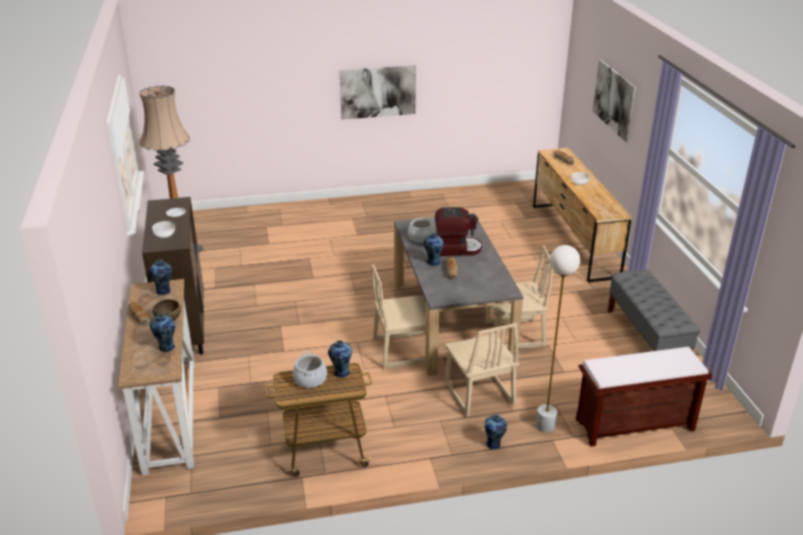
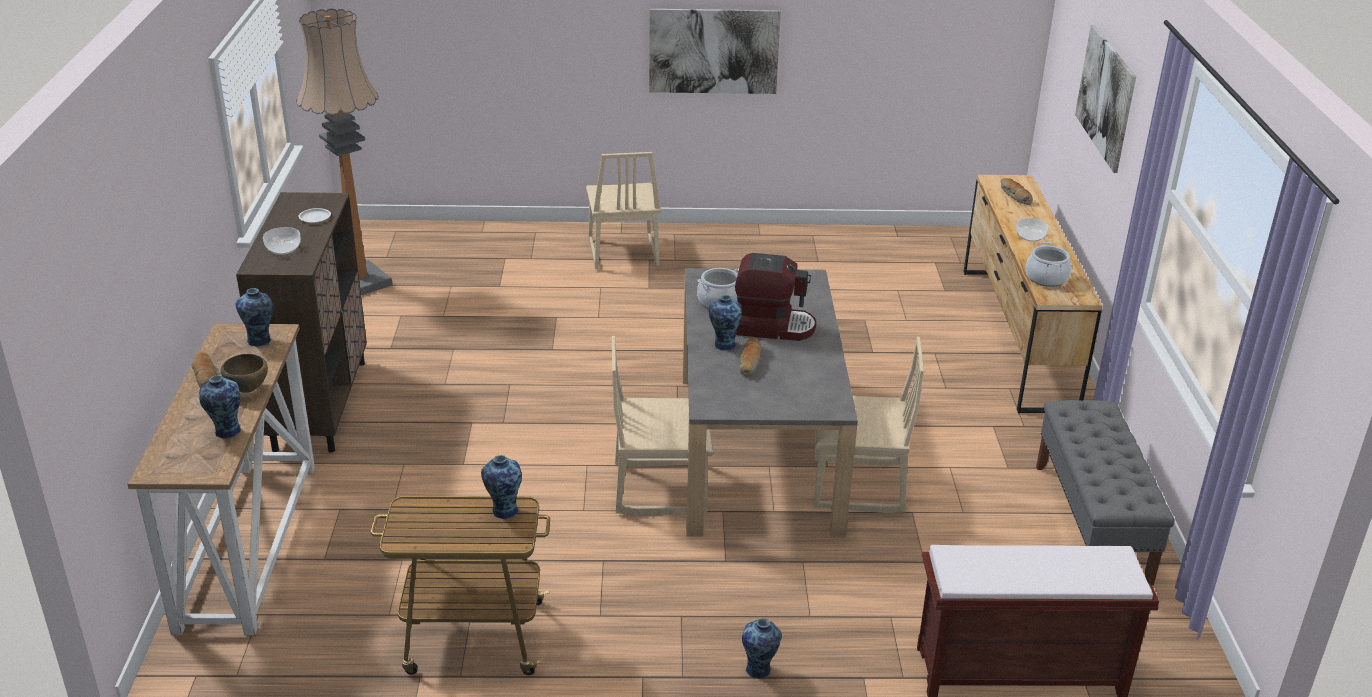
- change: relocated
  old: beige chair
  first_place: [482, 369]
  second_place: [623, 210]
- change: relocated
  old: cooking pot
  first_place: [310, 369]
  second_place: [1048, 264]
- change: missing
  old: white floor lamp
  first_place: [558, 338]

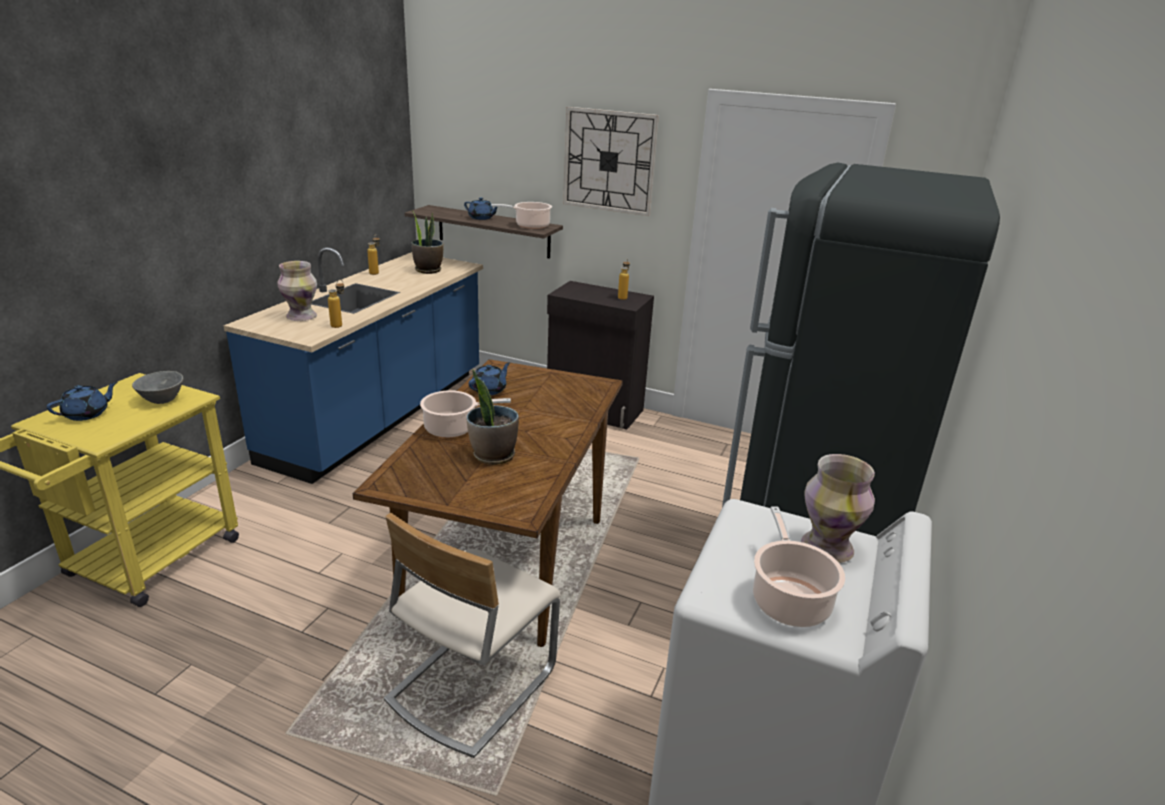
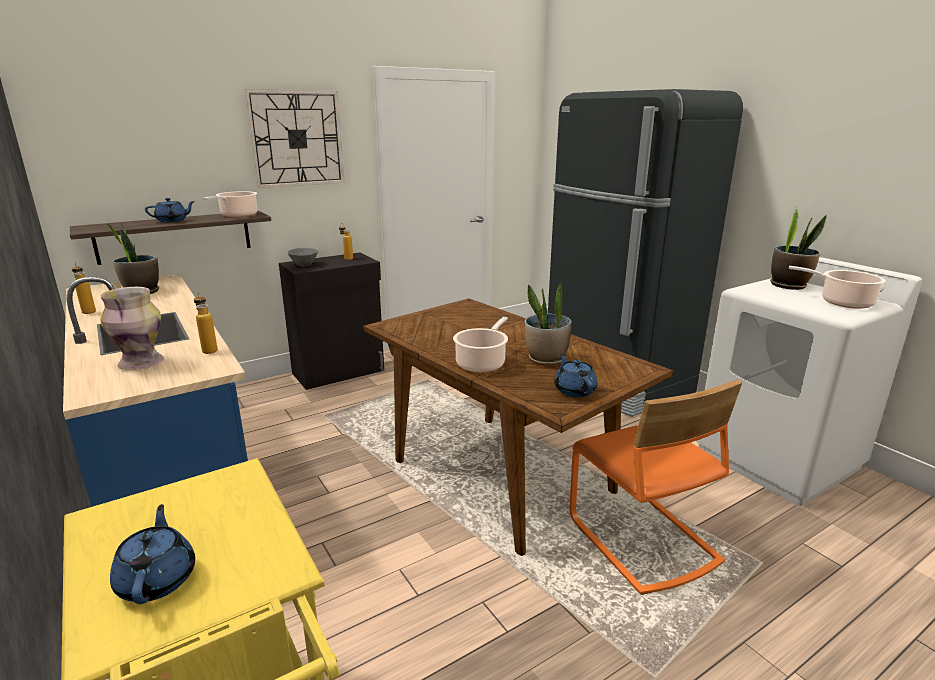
- change: relocated
  old: grey bowl
  first_place: [157, 387]
  second_place: [302, 257]
- change: relocated
  old: blue teapot
  first_place: [489, 378]
  second_place: [575, 375]
- change: colour
  old: beige chair
  new: orange chair
  first_place: [472, 635]
  second_place: [656, 487]
- change: exchanged
  old: vase
  new: potted plant
  first_place: [838, 508]
  second_place: [798, 248]

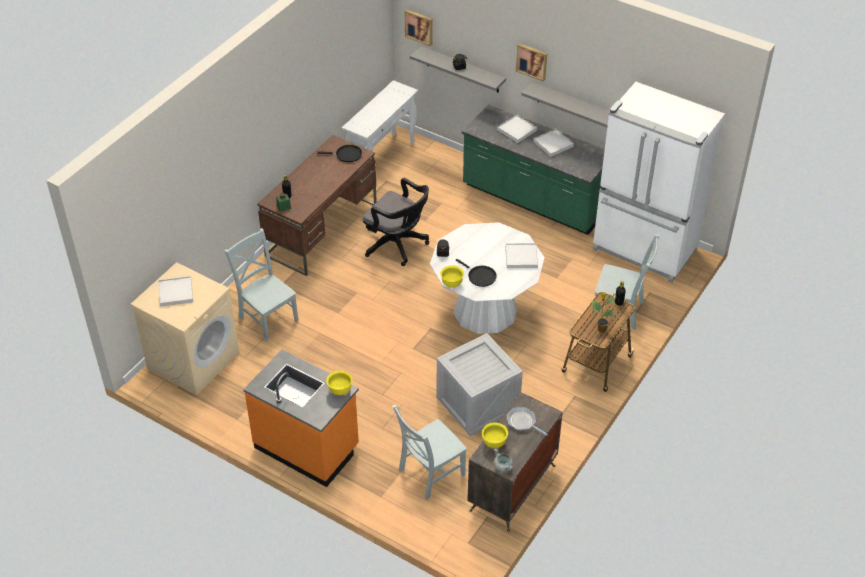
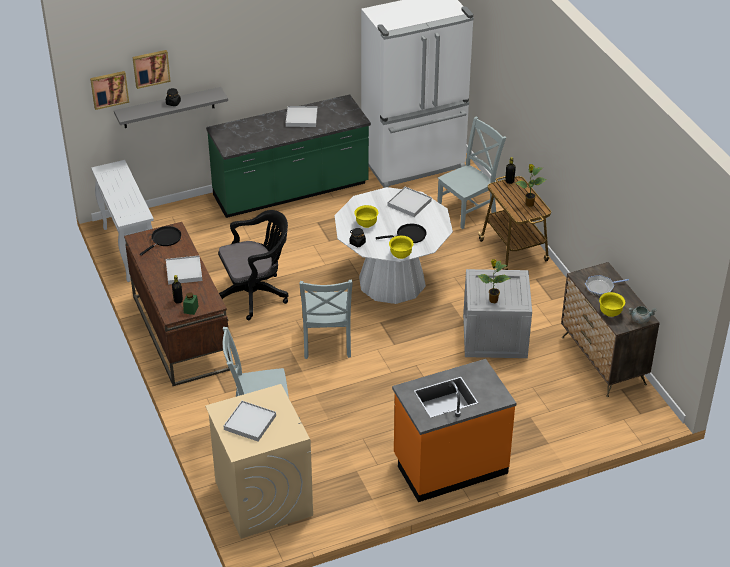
- change: relocated
  old: picture
  first_place: [531, 62]
  second_place: [151, 69]
- change: relocated
  old: white tray
  first_place: [517, 129]
  second_place: [184, 270]
- change: relocated
  old: grey chair
  first_place: [429, 452]
  second_place: [326, 319]
- change: relocated
  old: yellow bowl
  first_place: [339, 382]
  second_place: [366, 216]
- change: appeared
  new: potted plant
  second_place: [494, 281]
- change: missing
  old: grey shelf
  first_place: [565, 104]

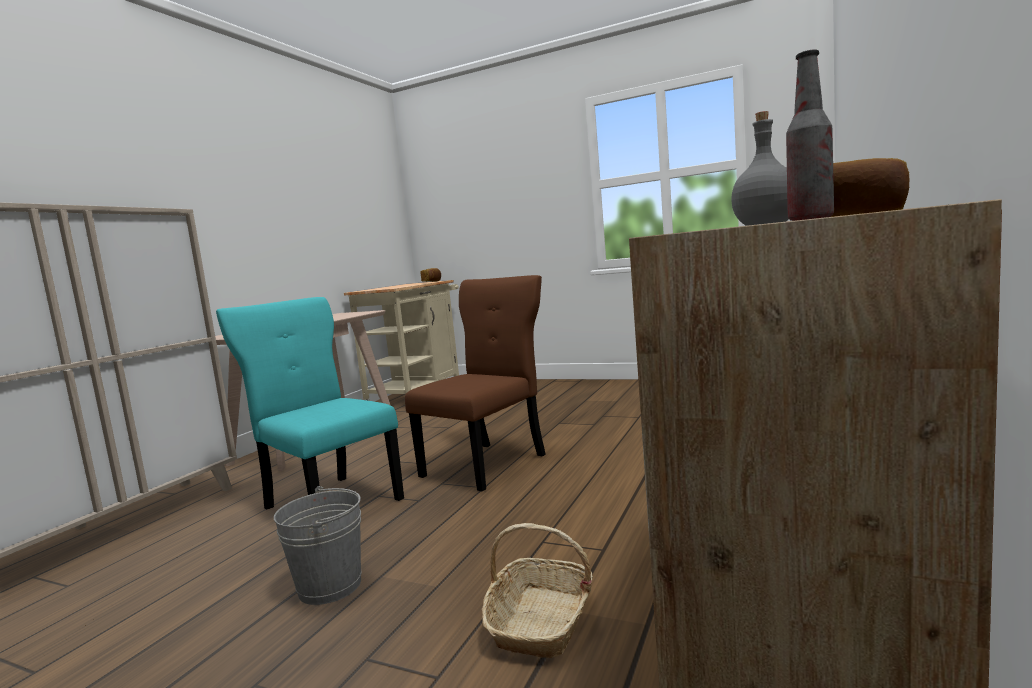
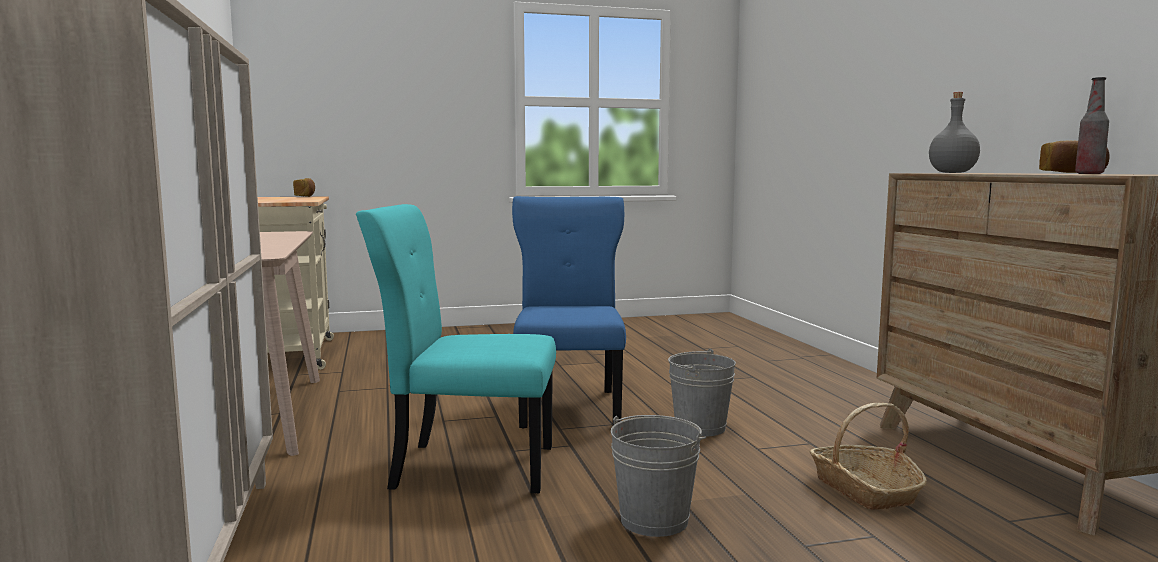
- change: colour
  old: brown chair
  new: blue chair
  first_place: [475, 383]
  second_place: [569, 312]
- change: appeared
  new: grey bucket
  second_place: [702, 393]

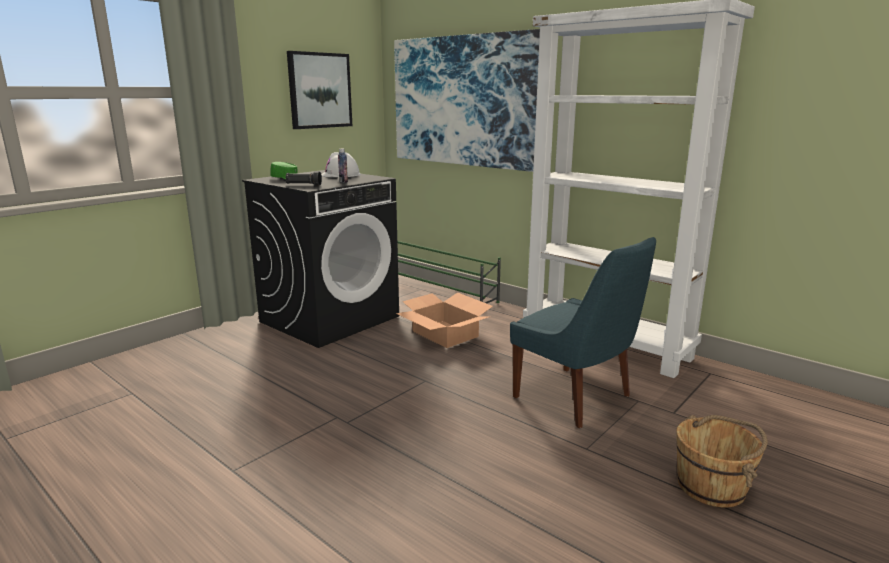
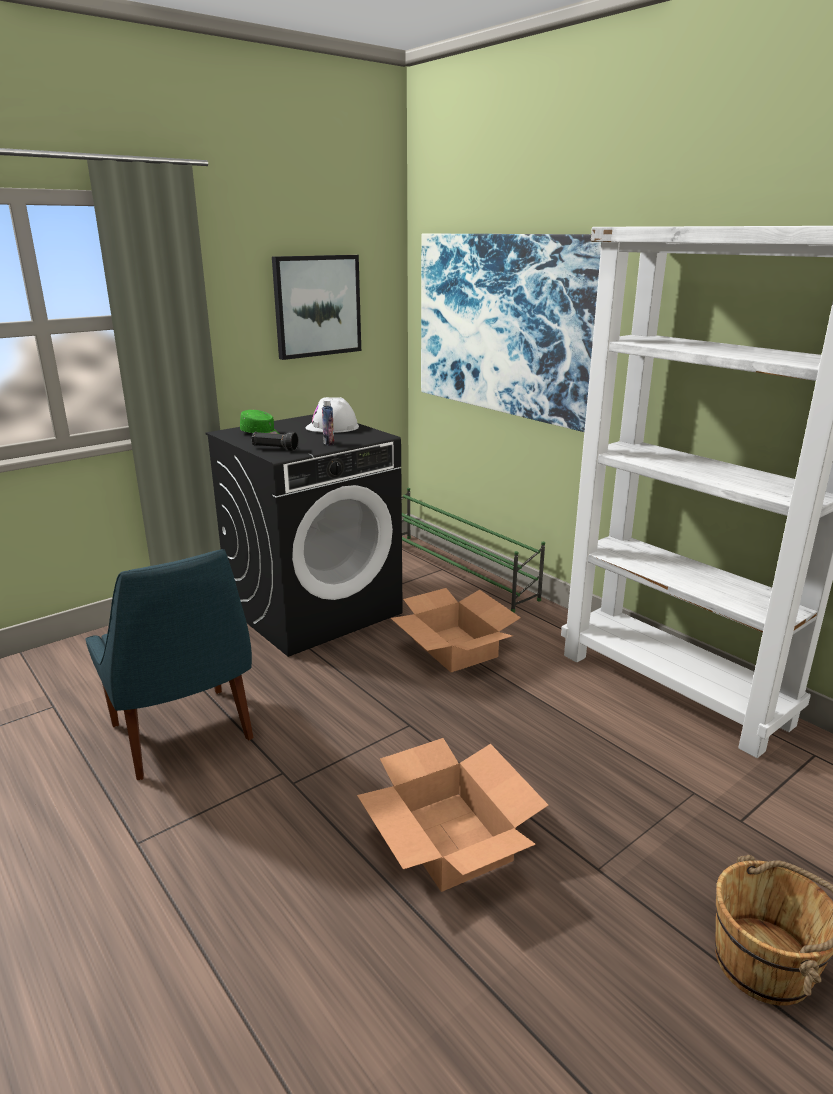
- change: relocated
  old: blue chair
  first_place: [583, 332]
  second_place: [169, 664]
- change: appeared
  new: cardboard box
  second_place: [452, 815]

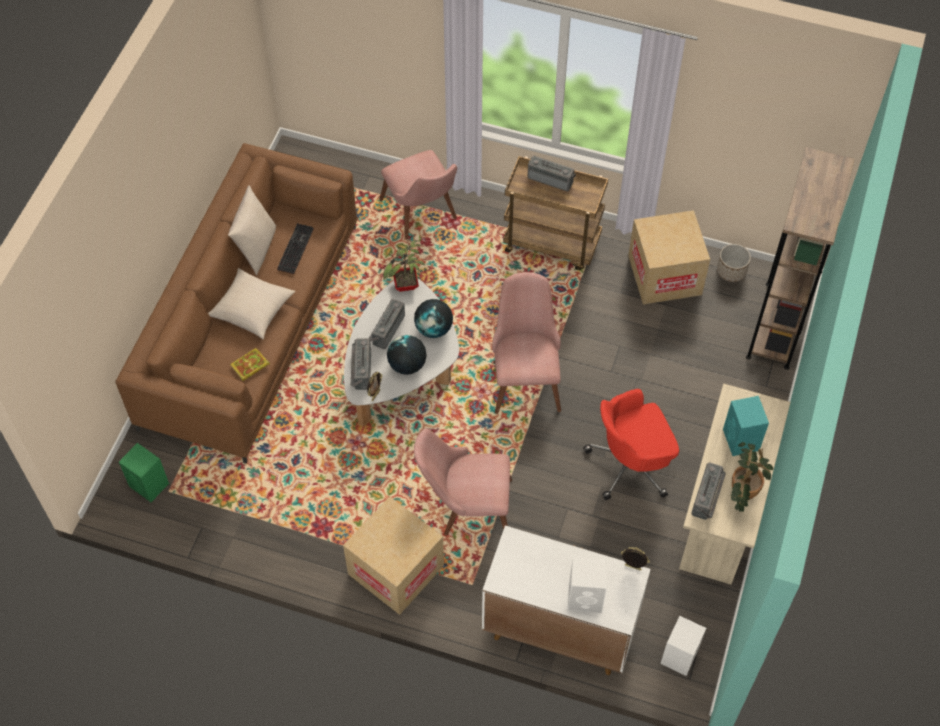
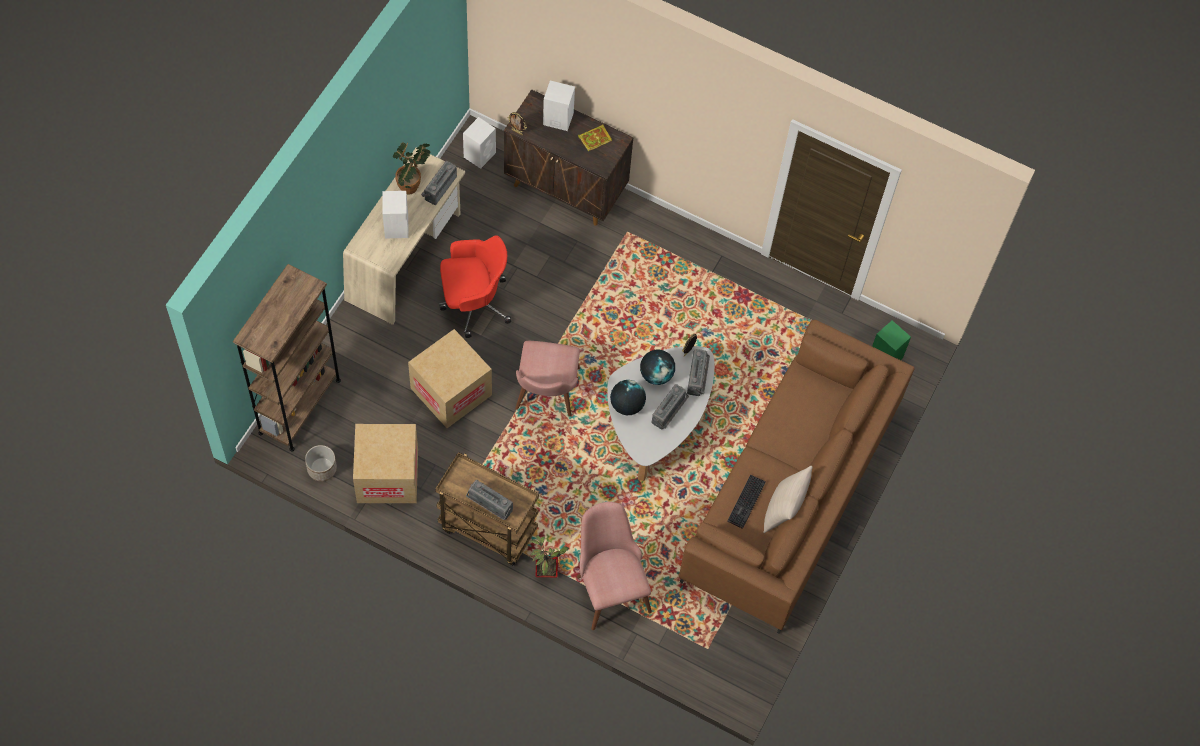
- change: colour
  old: turquoise speaker
  new: white speaker
  first_place: [746, 426]
  second_place: [395, 214]
- change: relocated
  old: cardboard box
  first_place: [393, 555]
  second_place: [450, 378]
- change: colour
  old: white cabinet
  new: brown cabinet
  first_place: [566, 600]
  second_place: [569, 157]
- change: relocated
  old: potted plant
  first_place: [404, 266]
  second_place: [549, 556]
- change: relocated
  old: book
  first_place: [250, 364]
  second_place: [595, 137]
- change: missing
  old: beige pillow
  first_place: [251, 303]
- change: missing
  old: pink chair
  first_place: [463, 482]

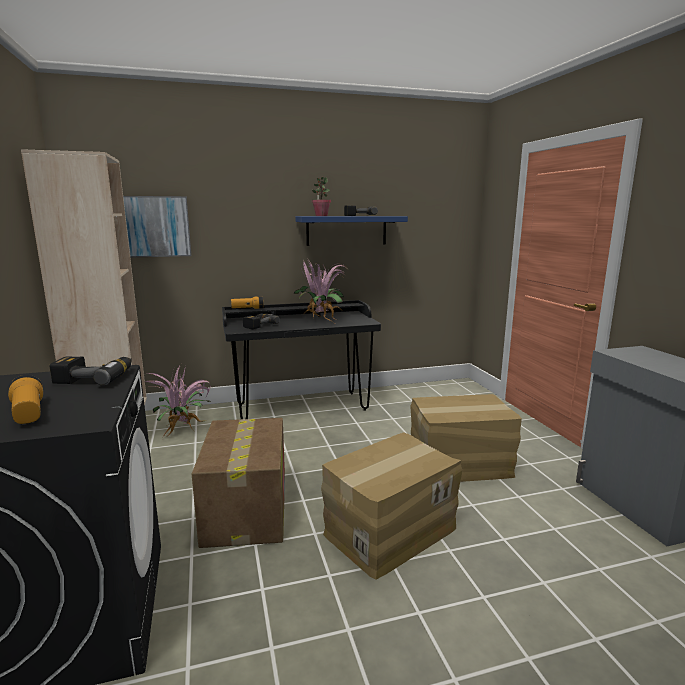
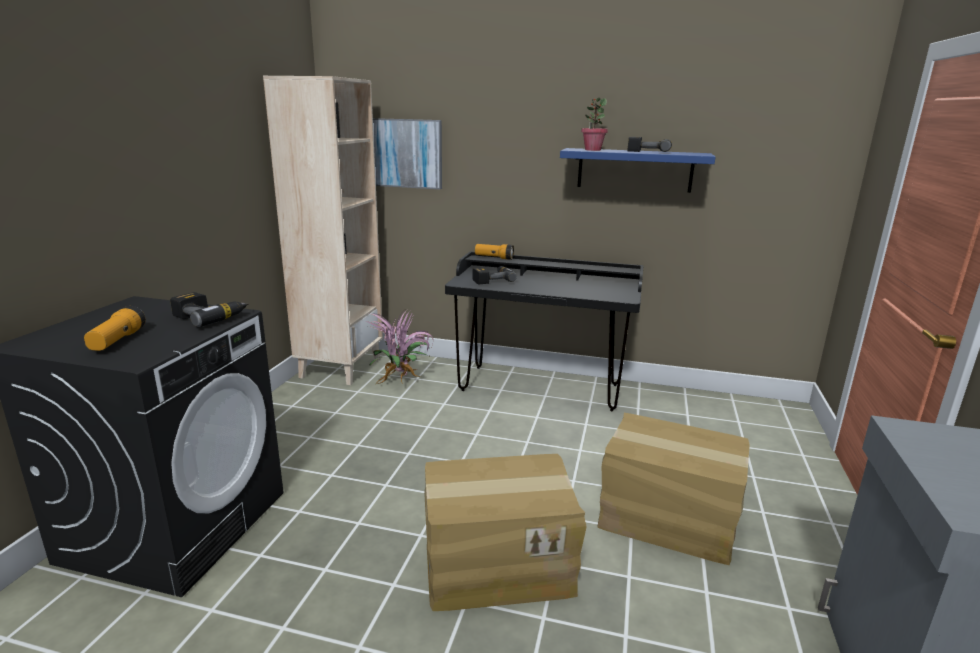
- change: missing
  old: cardboard box
  first_place: [238, 483]
- change: missing
  old: potted plant
  first_place: [320, 291]

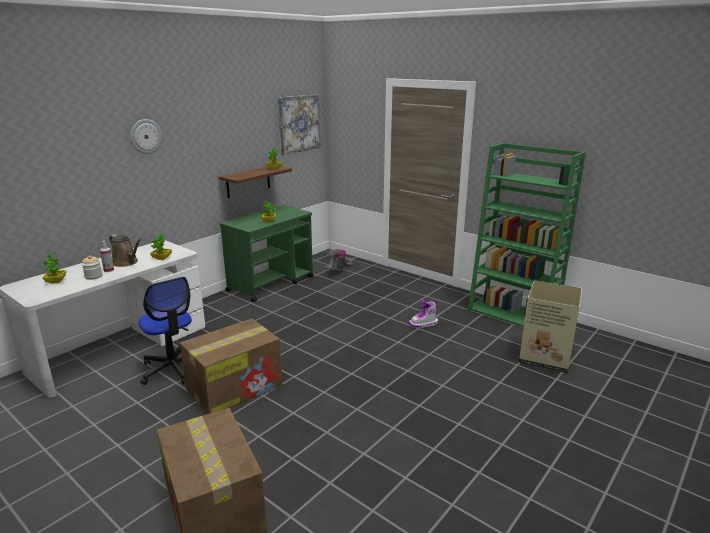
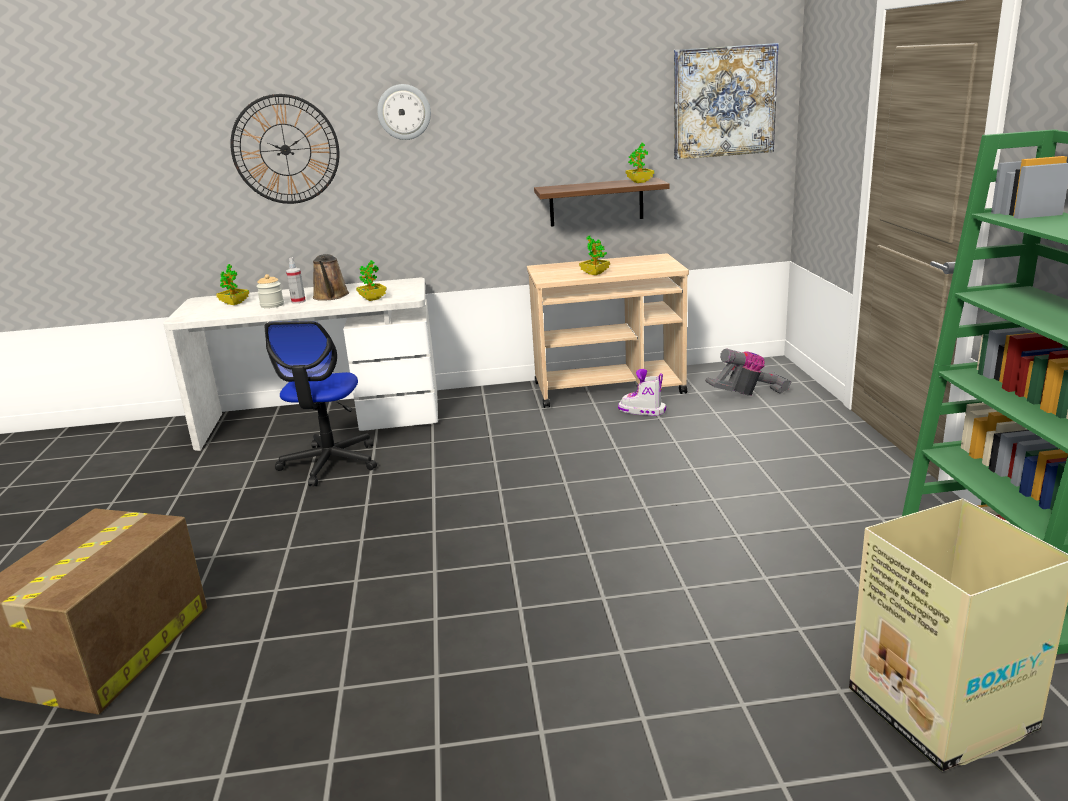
- change: appeared
  new: wall clock
  second_place: [284, 149]
- change: colour
  old: green cart
  new: beige cart
  first_place: [267, 253]
  second_place: [608, 331]
- change: relocated
  old: boot
  first_place: [423, 313]
  second_place: [642, 392]
- change: missing
  old: cardboard box
  first_place: [231, 366]

